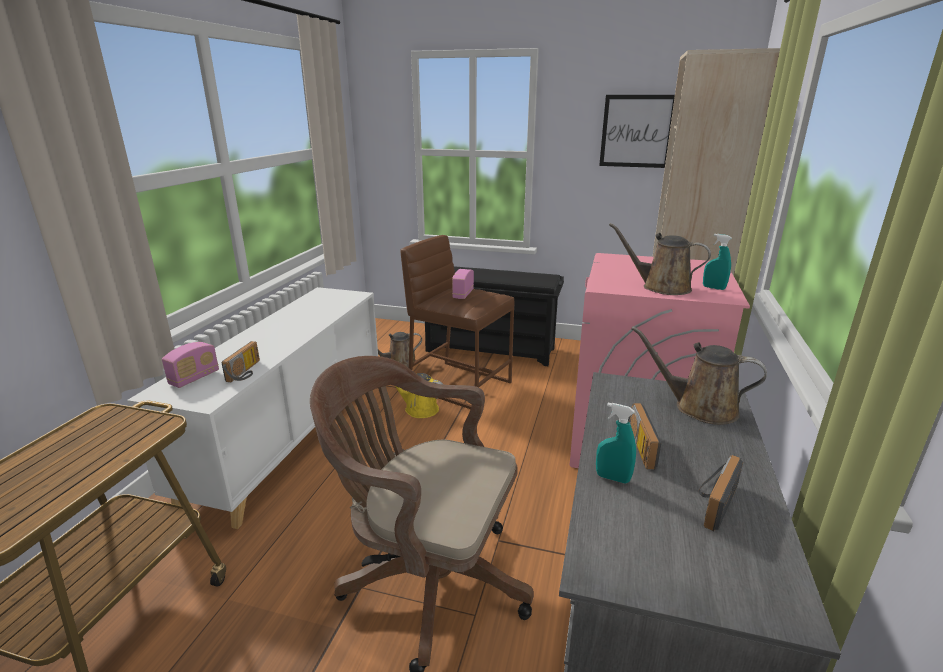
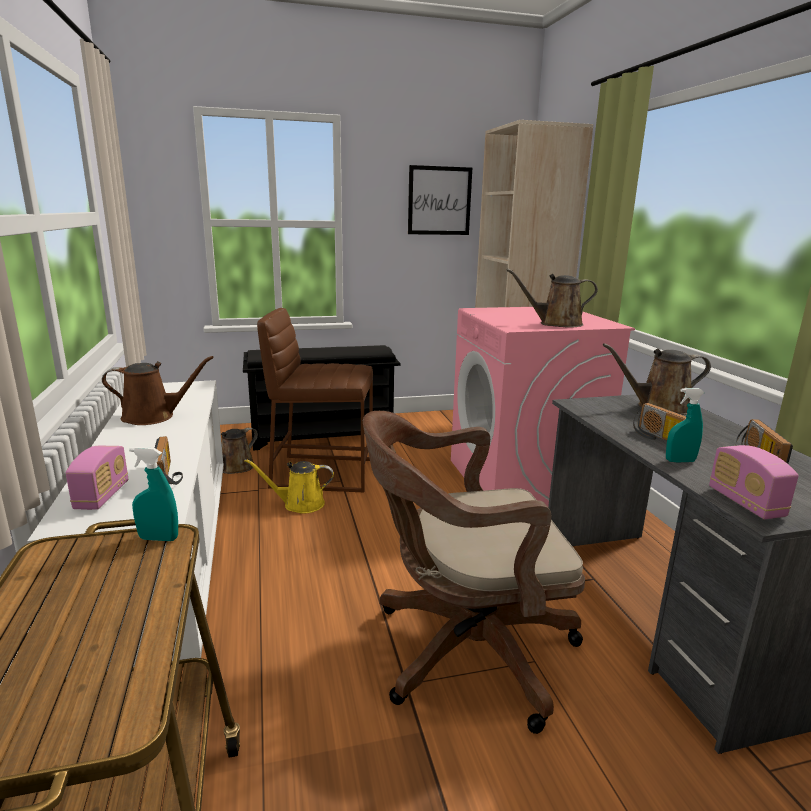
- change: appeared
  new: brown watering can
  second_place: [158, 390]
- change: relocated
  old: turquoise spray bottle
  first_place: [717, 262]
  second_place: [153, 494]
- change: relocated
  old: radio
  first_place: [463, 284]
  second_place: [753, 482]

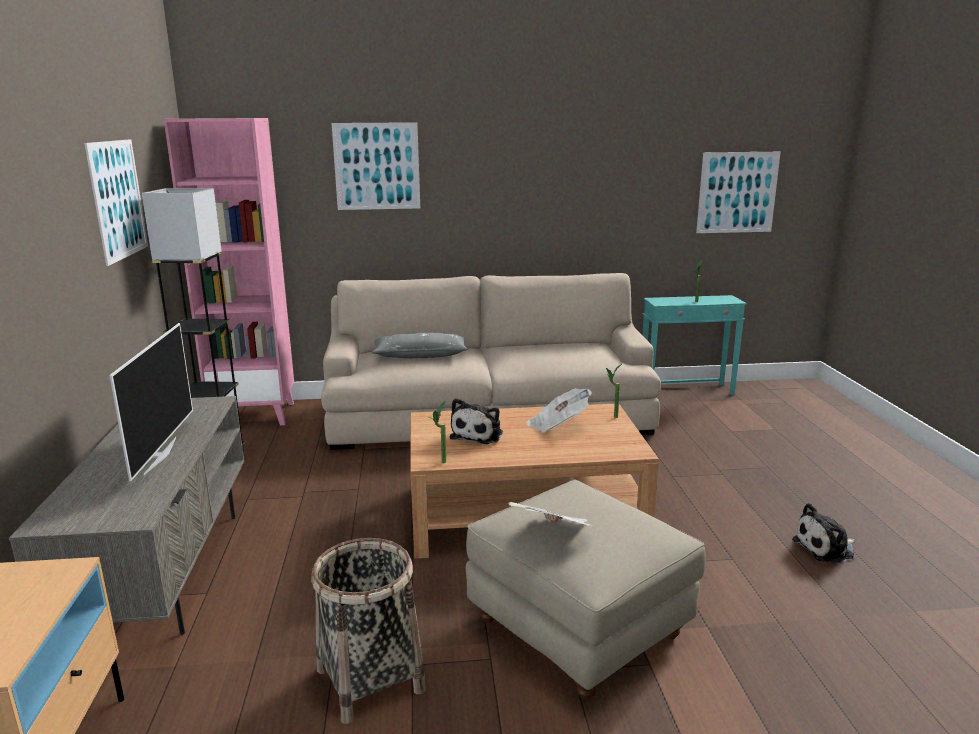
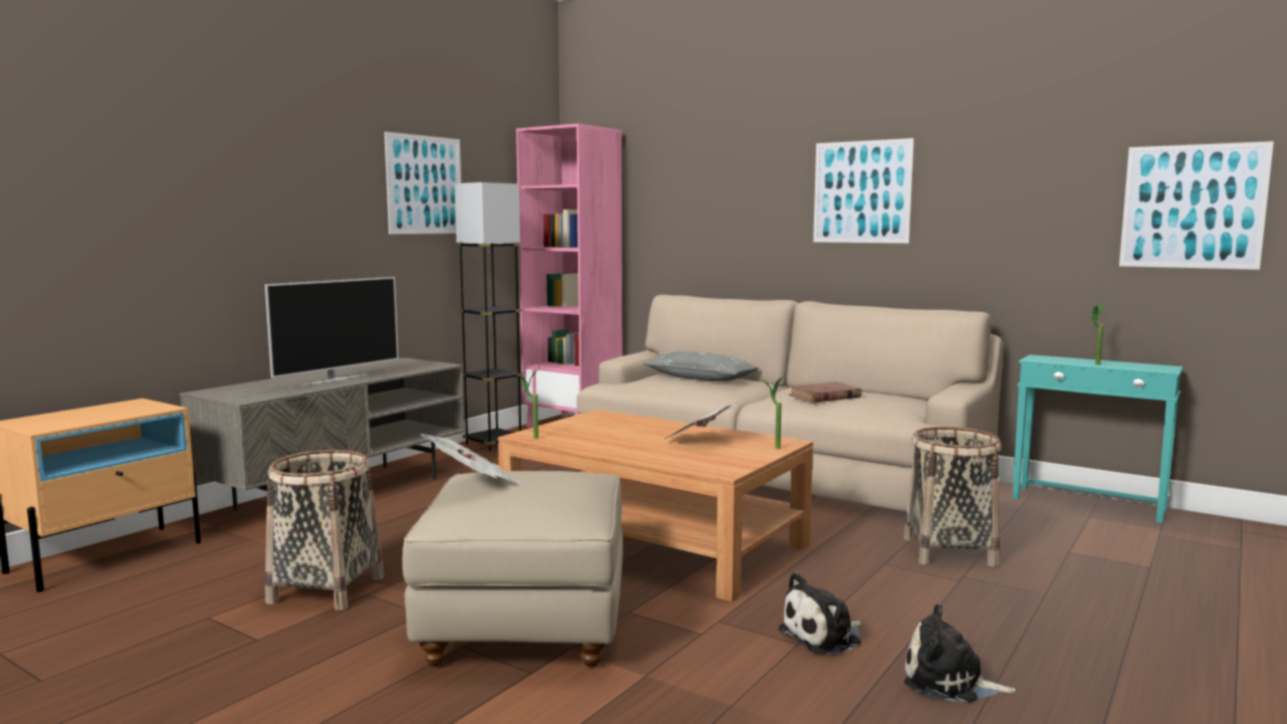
- change: relocated
  old: plush toy
  first_place: [476, 421]
  second_place: [820, 613]
- change: appeared
  new: brown book
  second_place: [825, 392]
- change: relocated
  old: picture
  first_place: [376, 166]
  second_place: [863, 190]
- change: appeared
  new: basket
  second_place: [952, 497]

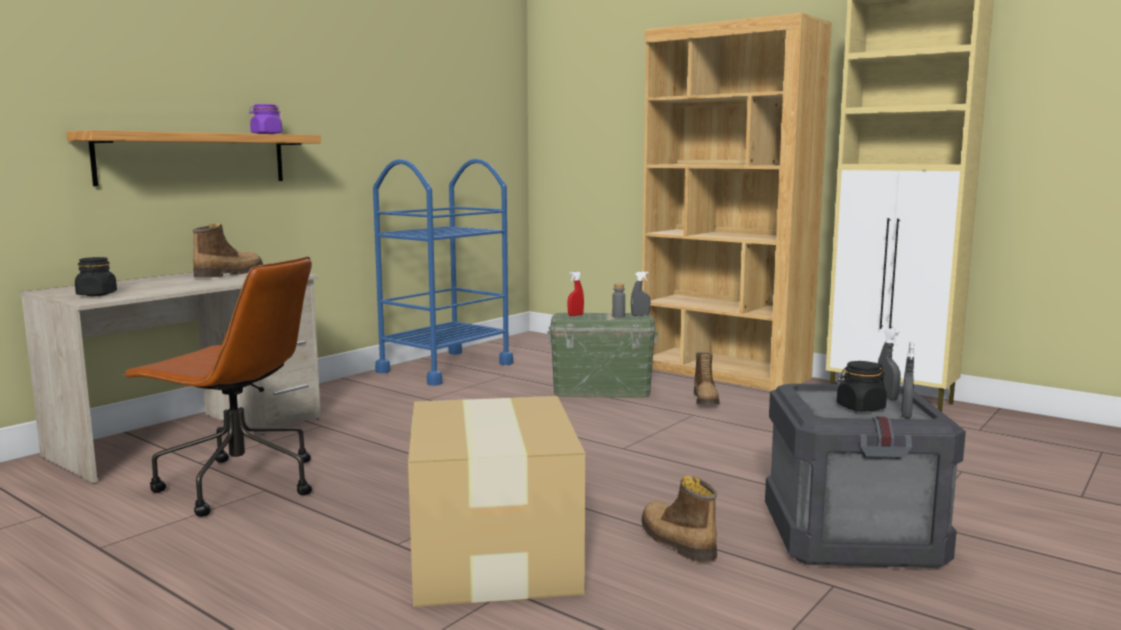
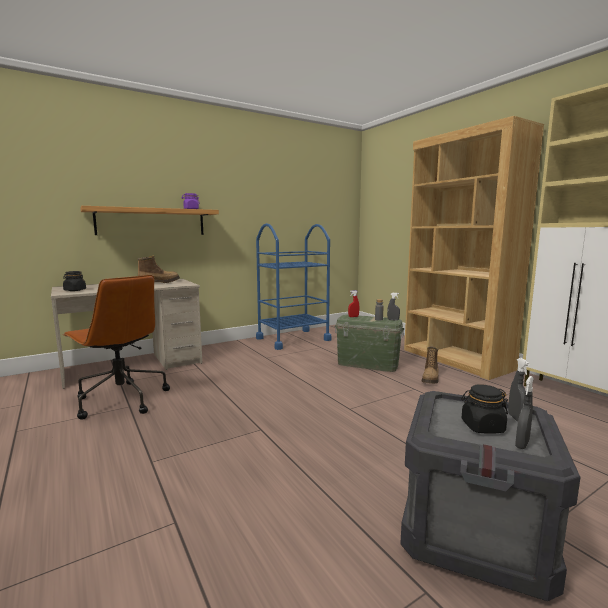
- change: missing
  old: cardboard box
  first_place: [496, 501]
- change: missing
  old: boot
  first_place: [679, 519]

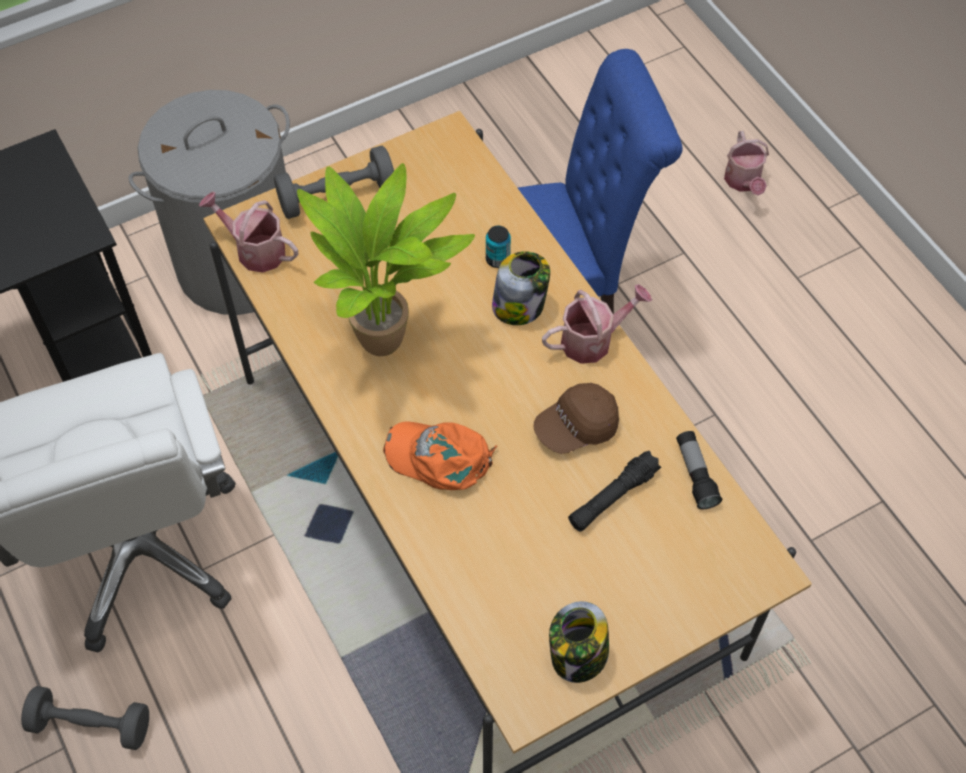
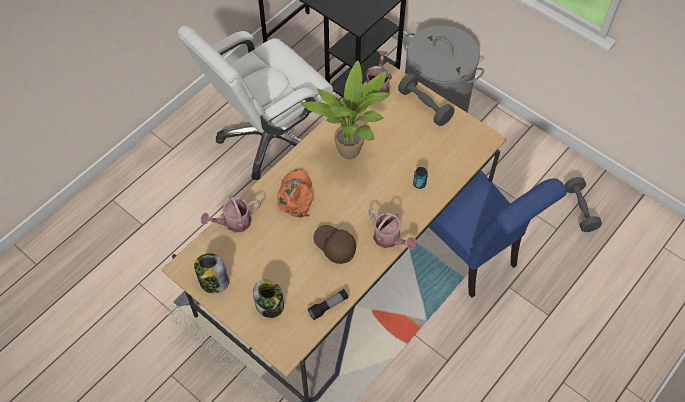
- change: relocated
  old: watering can
  first_place: [746, 163]
  second_place: [231, 214]
- change: relocated
  old: jar
  first_place: [521, 288]
  second_place: [268, 298]
- change: relocated
  old: grey dumbbell
  first_place: [85, 718]
  second_place: [583, 204]
- change: missing
  old: black flashlight
  first_place: [614, 491]

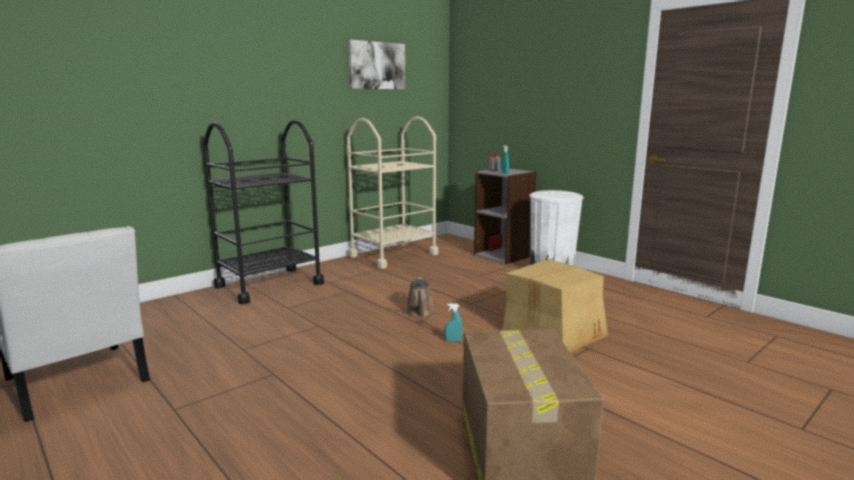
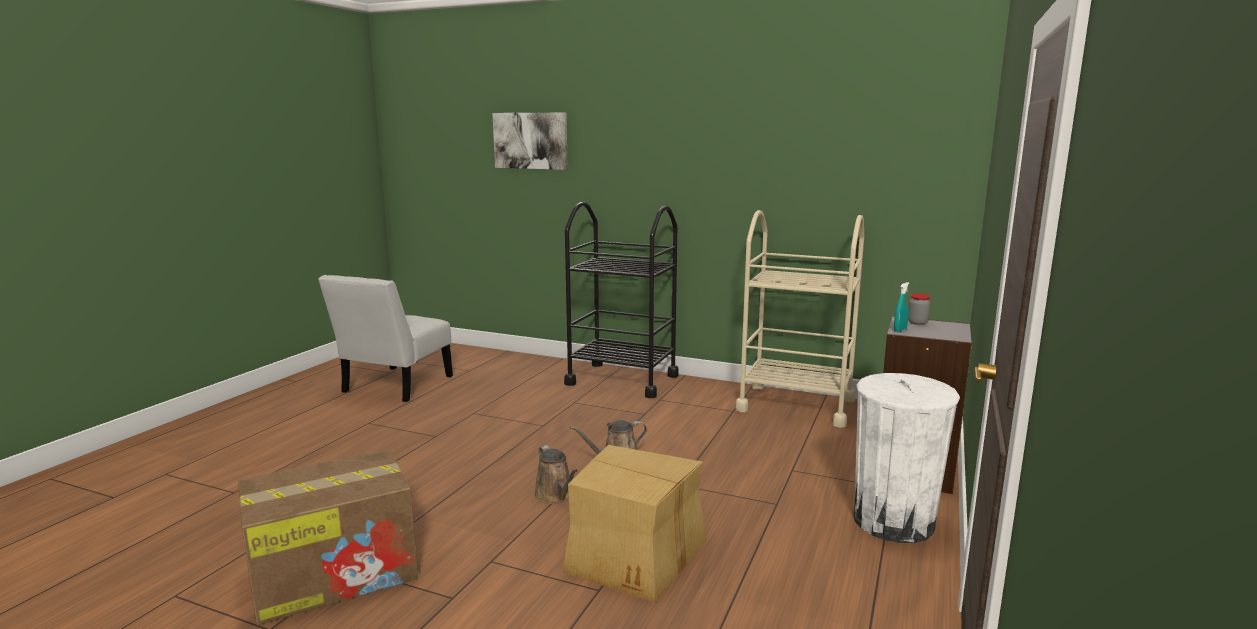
- change: relocated
  old: picture
  first_place: [376, 64]
  second_place: [530, 141]
- change: exchanged
  old: turquoise spray bottle
  new: brown watering can
  first_place: [453, 322]
  second_place: [556, 474]

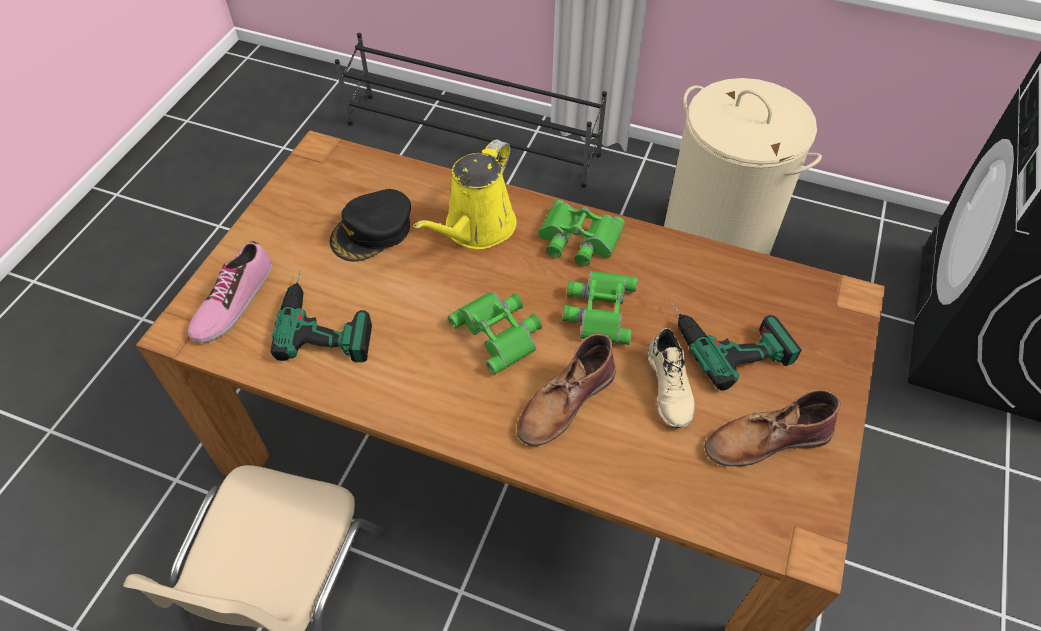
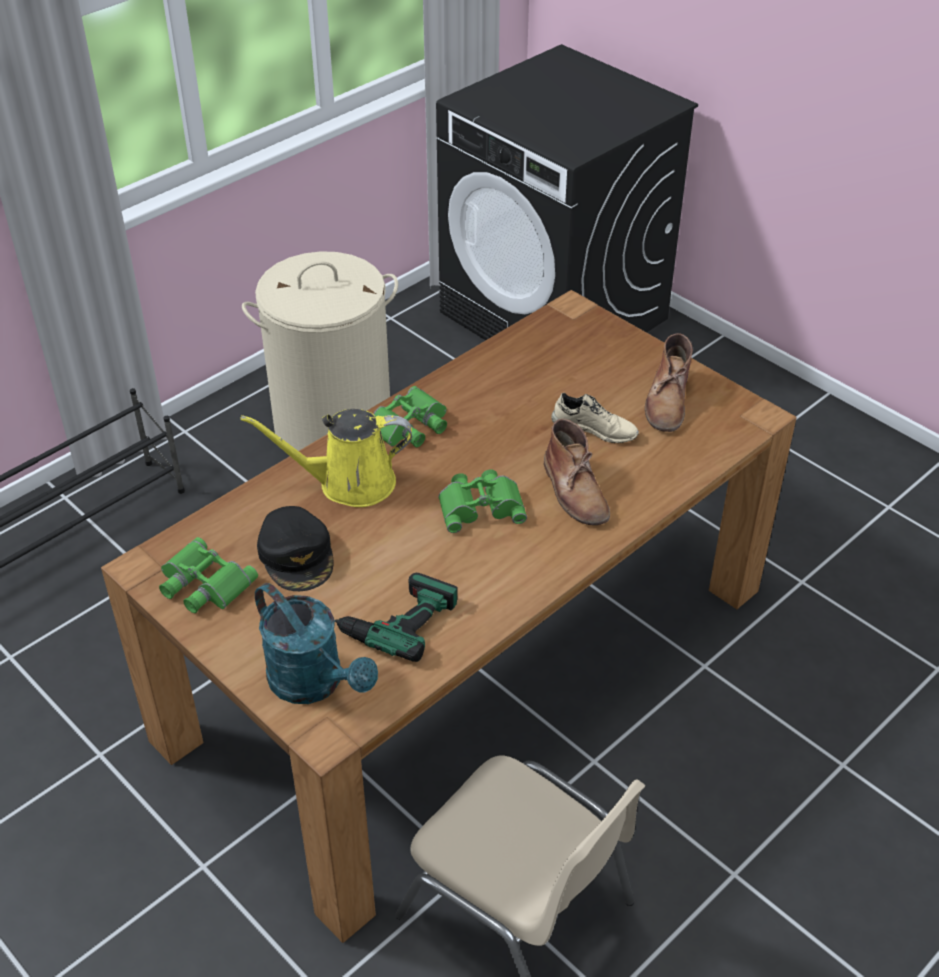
- change: relocated
  old: green binoculars
  first_place: [600, 308]
  second_place: [208, 575]
- change: spun
  old: yellow watering can
  first_place: [465, 194]
  second_place: [326, 458]
  degrees: 120
- change: exchanged
  old: shoe
  new: turquoise watering can
  first_place: [230, 292]
  second_place: [316, 643]
- change: missing
  old: power drill
  first_place: [736, 346]

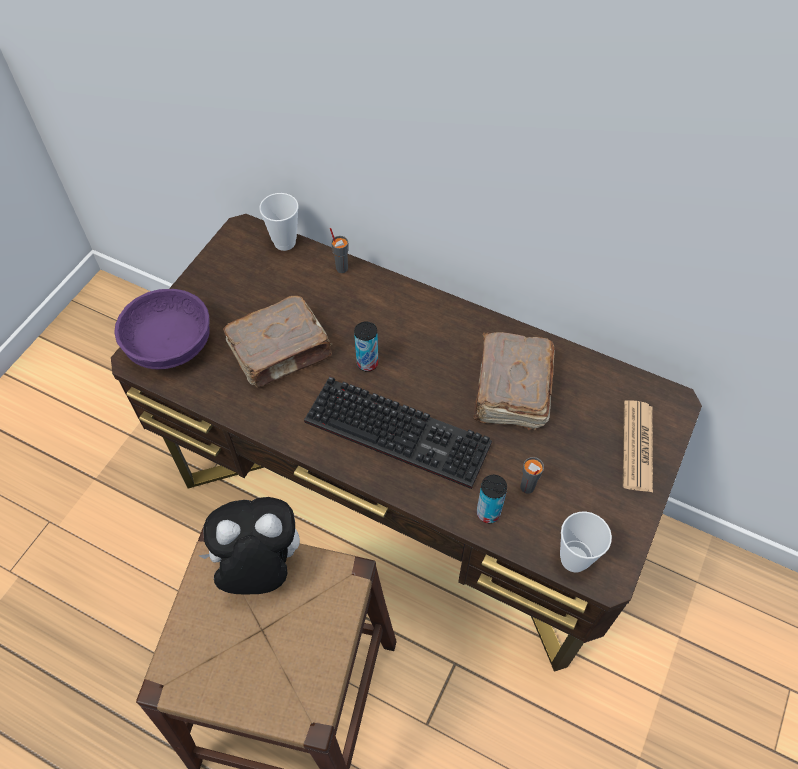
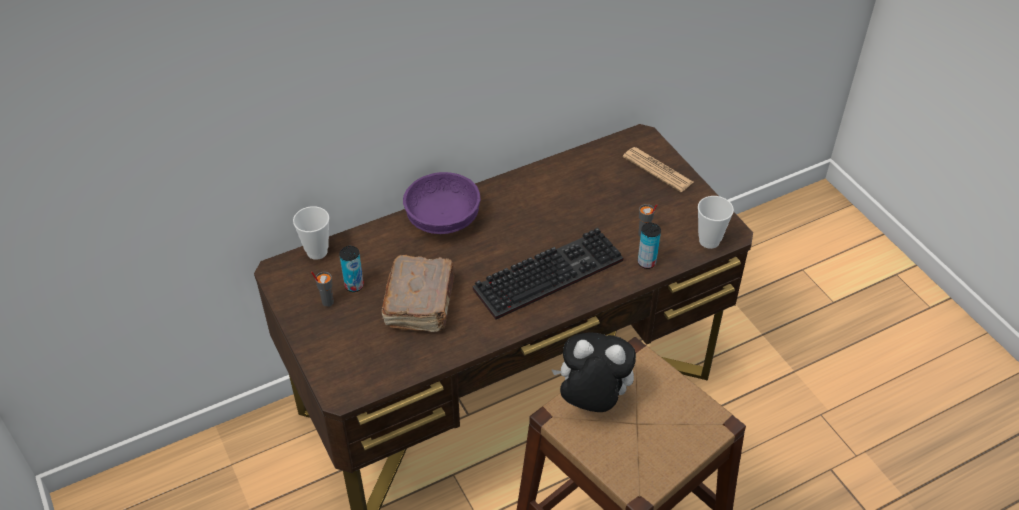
- change: relocated
  old: grey cup
  first_place: [339, 250]
  second_place: [322, 289]
- change: relocated
  old: can
  first_place: [366, 347]
  second_place: [351, 269]
- change: relocated
  old: purple bowl
  first_place: [162, 329]
  second_place: [442, 203]
- change: spun
  old: plush toy
  first_place: [249, 545]
  second_place: [593, 372]
  degrees: 75
- change: missing
  old: brown book
  first_place: [514, 381]

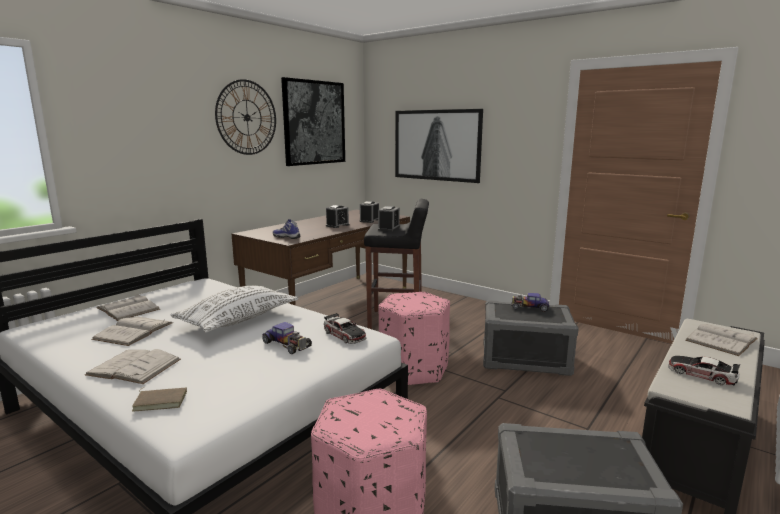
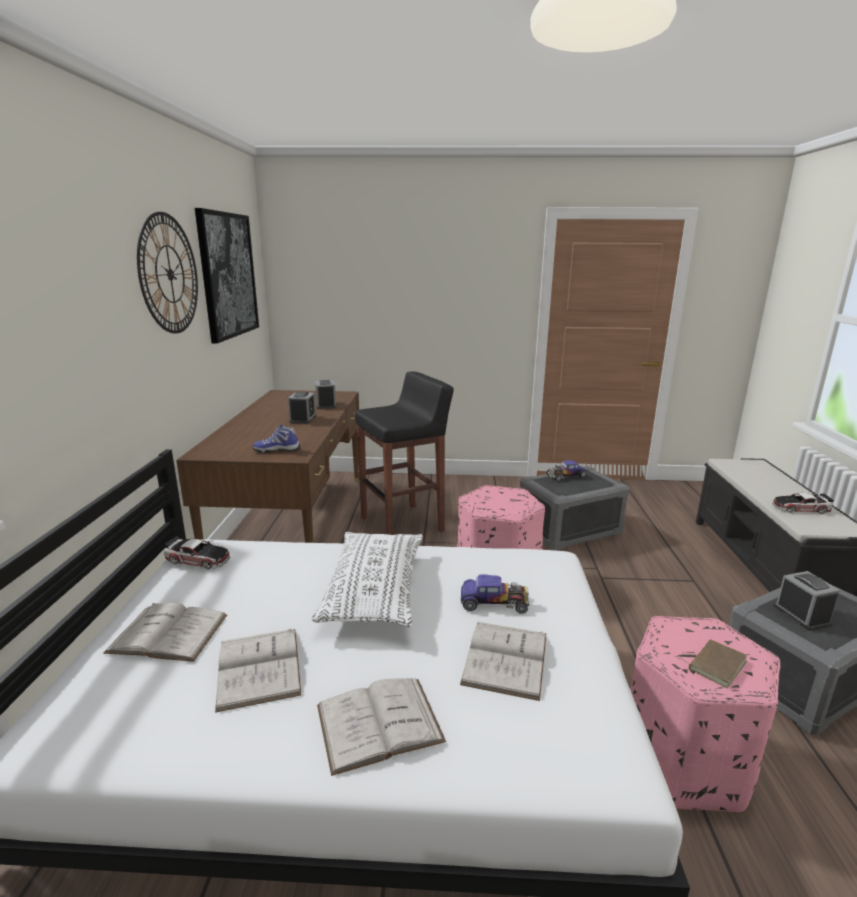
- change: relocated
  old: toy car
  first_place: [345, 328]
  second_place: [196, 552]
- change: relocated
  old: white book
  first_place: [721, 340]
  second_place: [503, 661]
- change: relocated
  old: brown book
  first_place: [159, 399]
  second_place: [712, 663]
- change: relocated
  old: alarm clock
  first_place: [389, 218]
  second_place: [806, 601]
- change: missing
  old: picture
  first_place: [439, 146]

